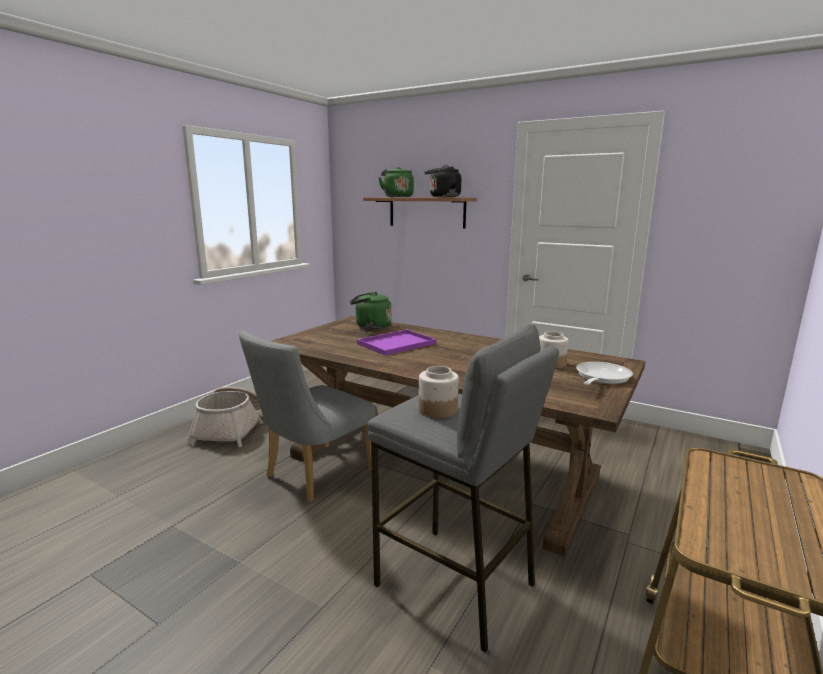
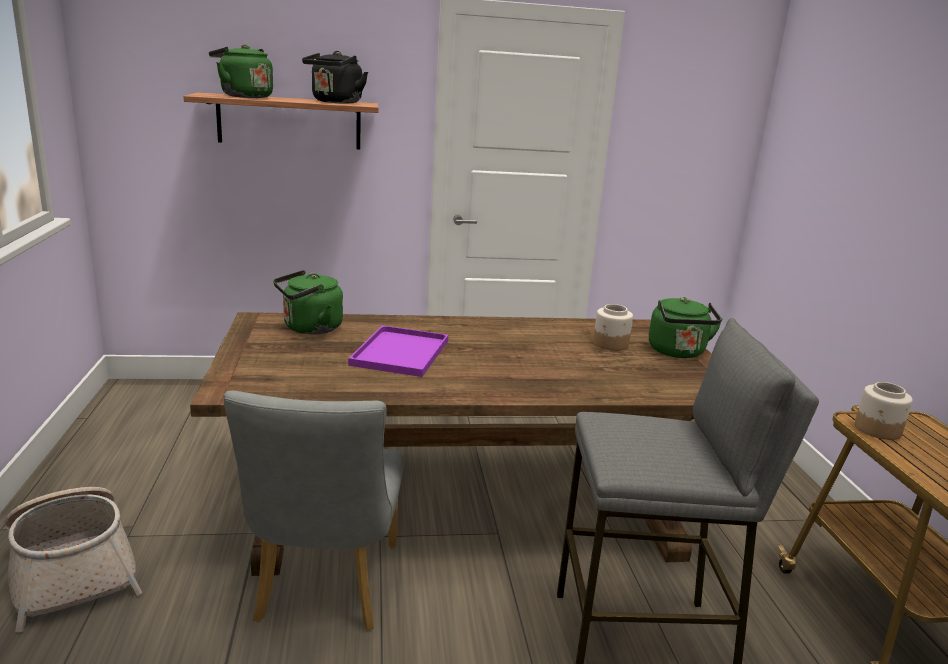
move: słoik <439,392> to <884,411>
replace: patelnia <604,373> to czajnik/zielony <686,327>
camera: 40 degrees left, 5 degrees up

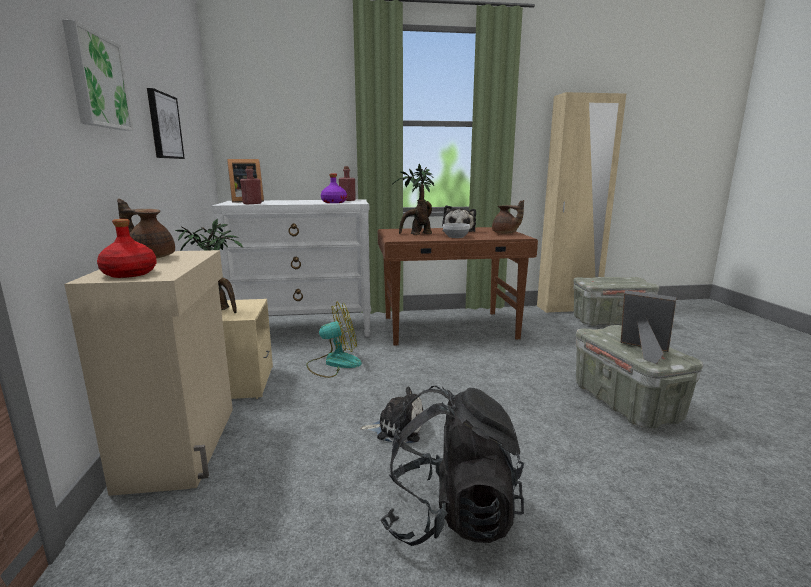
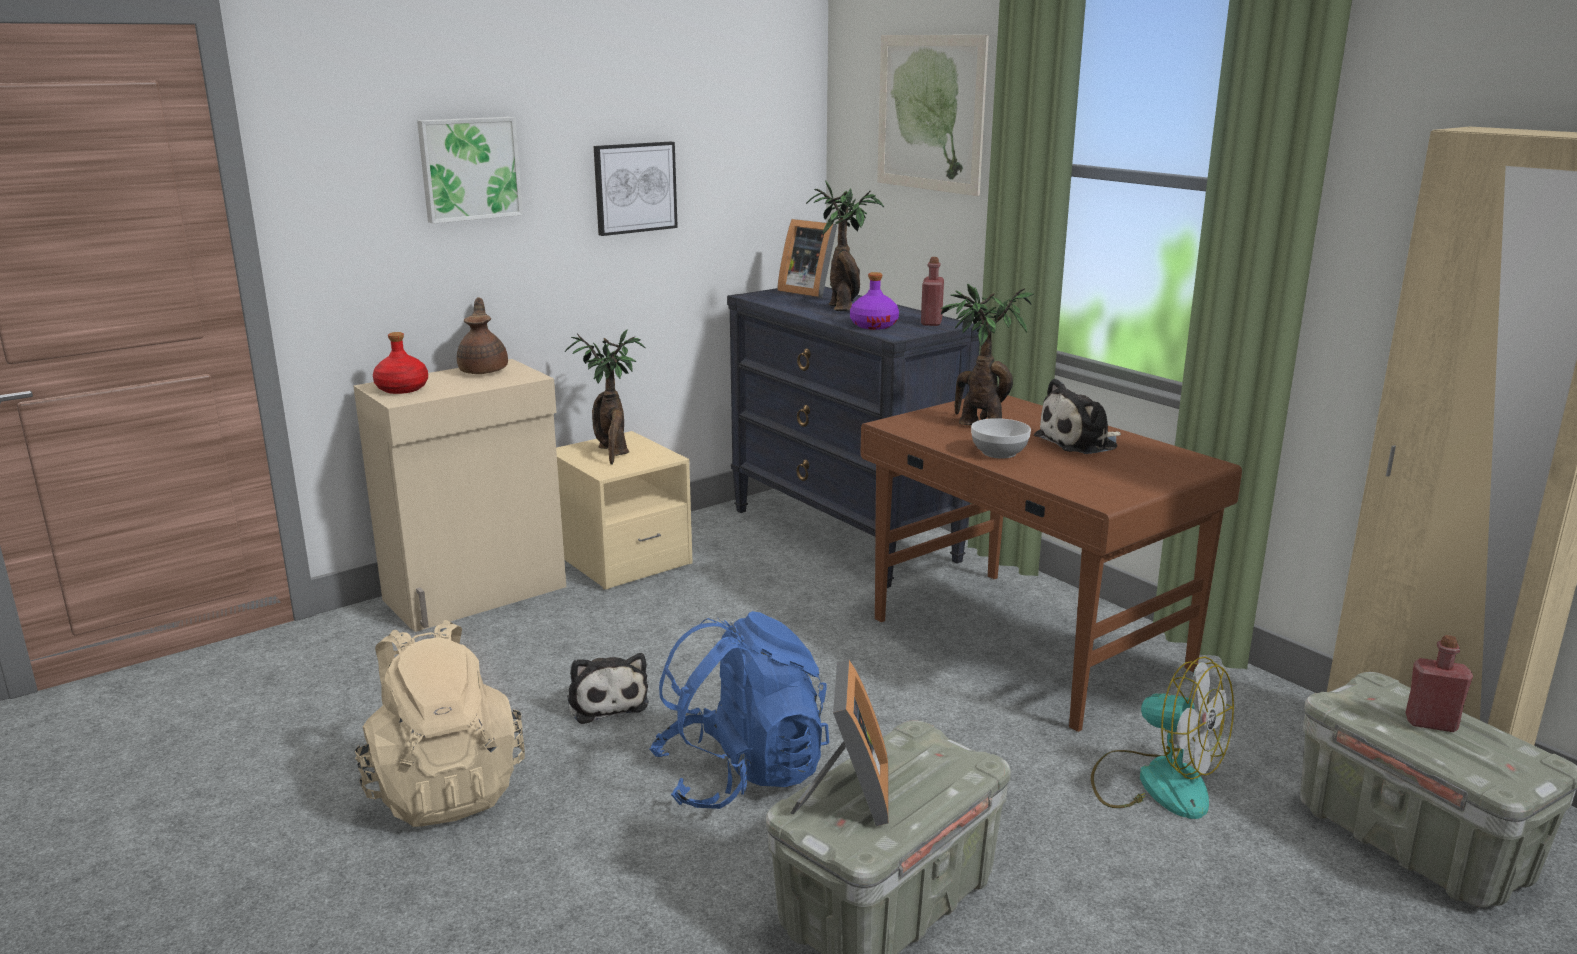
delete: imbryk/brązowy <508,217>
insert: plecak/niebieski <739,710>; roślina doniczkowa <845,246>; obraz <933,115>
move: butelka/czerwony <251,185> to <1439,683>; wentylator <334,340> to <1162,737>
recolor: komoda/biały <291,268> to komoda/czarny <854,437>; plecak/czarny <452,465> to plecak/beżowy <440,723>
camera: 60 degrees right, 5 degrees up

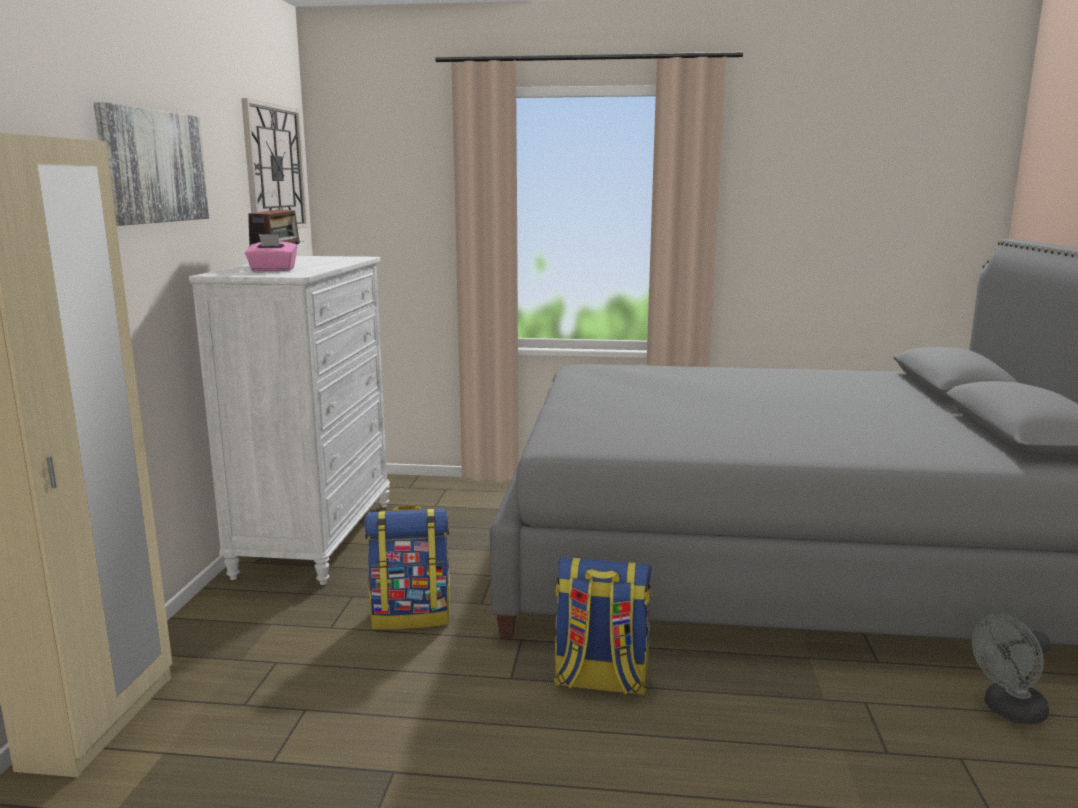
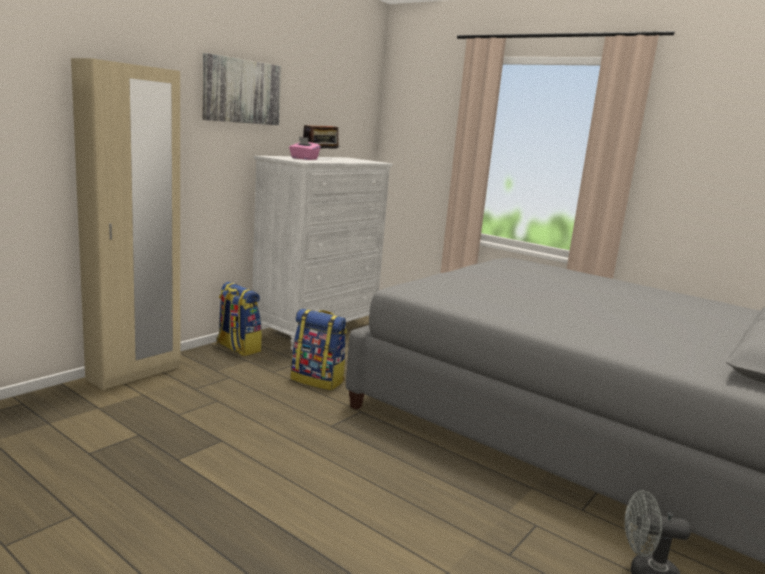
delete: zegar ścienny <274,163>
move: plecak <602,626> to <239,319>
camera: 30 degrees right, 0 degrees up

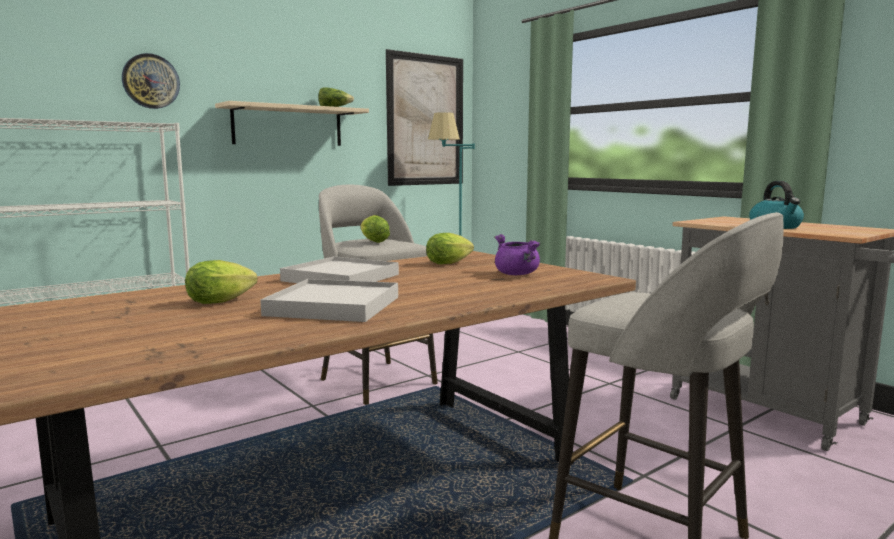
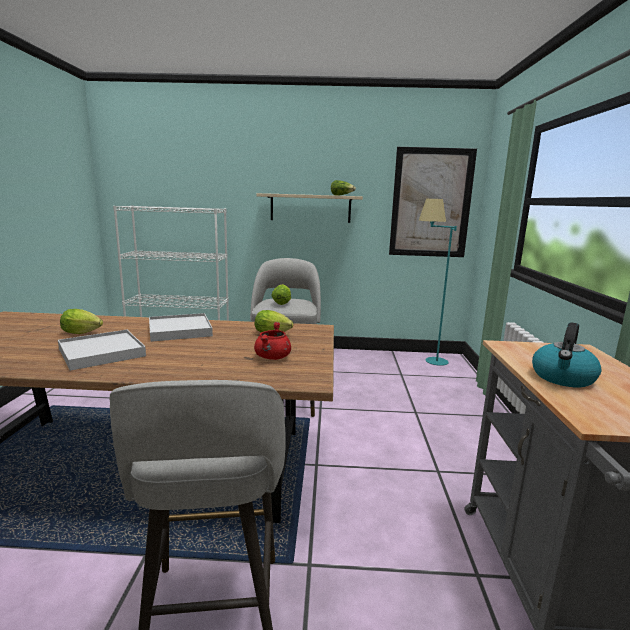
delete: zegar ścienny <151,81>
recolor: garnek/fioletowy <517,254> to garnek/czerwony <272,341>
camera: 40 degrees right, 5 degrees up

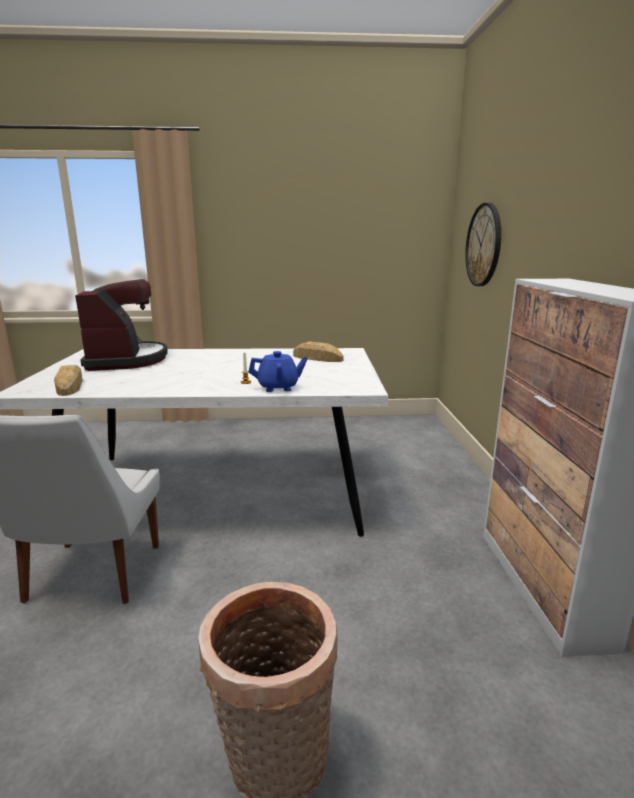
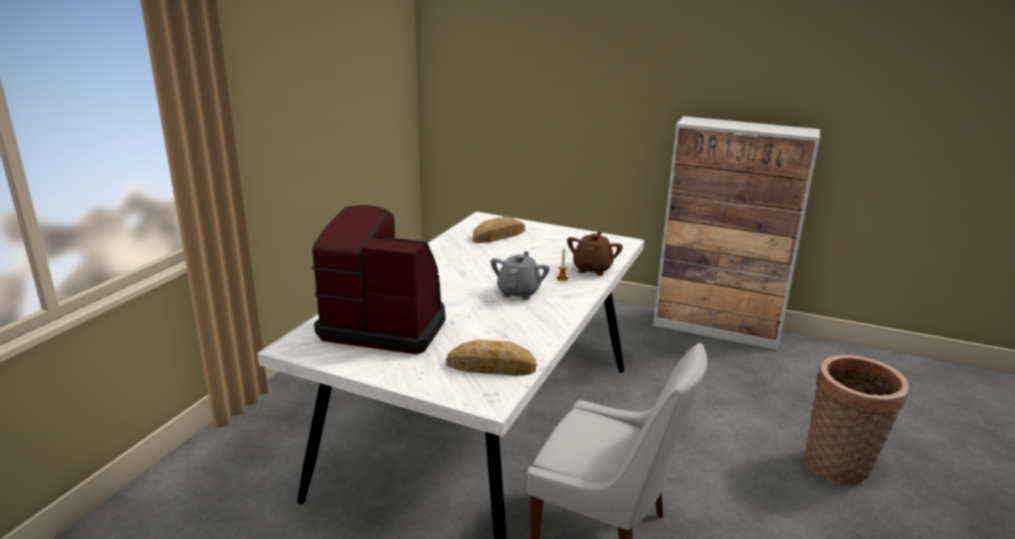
delete: zegar ścienny <483,244>
insert: imbryk/szary <520,275>
recolor: imbryk/niebieski <278,371> to imbryk/brązowy <595,254>
camera: 65 degrees left, 5 degrees up

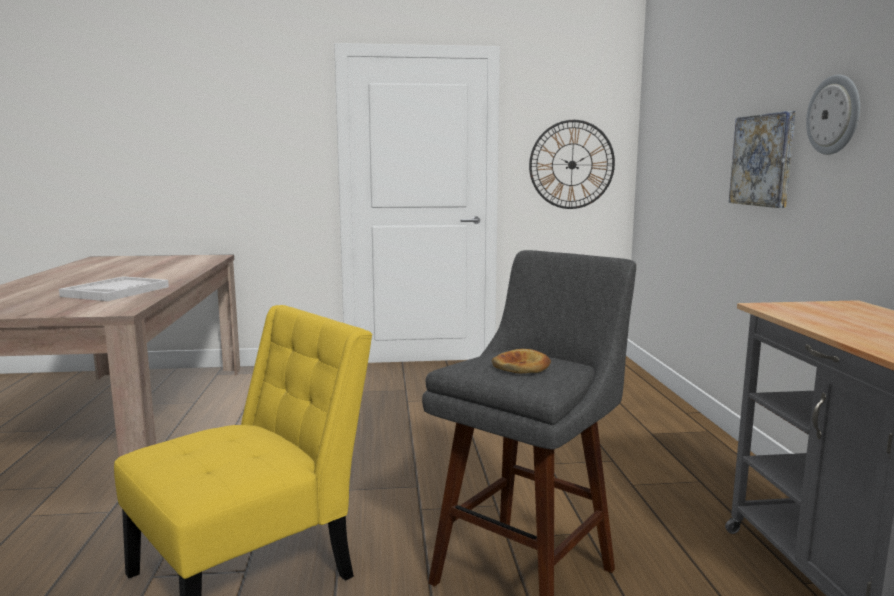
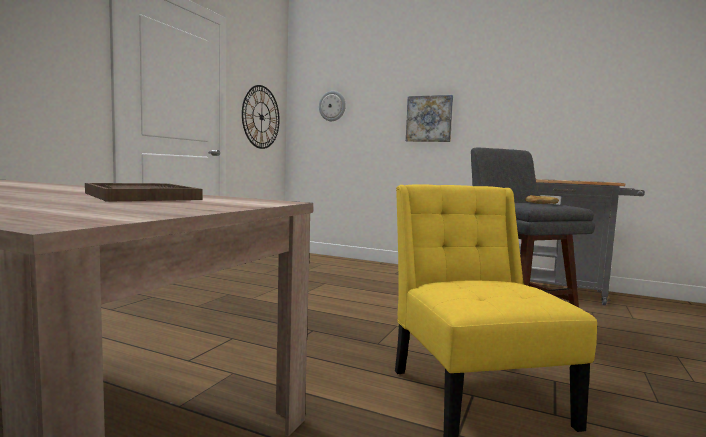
move: zegar ścienny <833,115> to <332,106>
recolor: taca/biały <114,288> to taca/brązowy <143,192>
camera: 60 degrees left, 5 degrees down

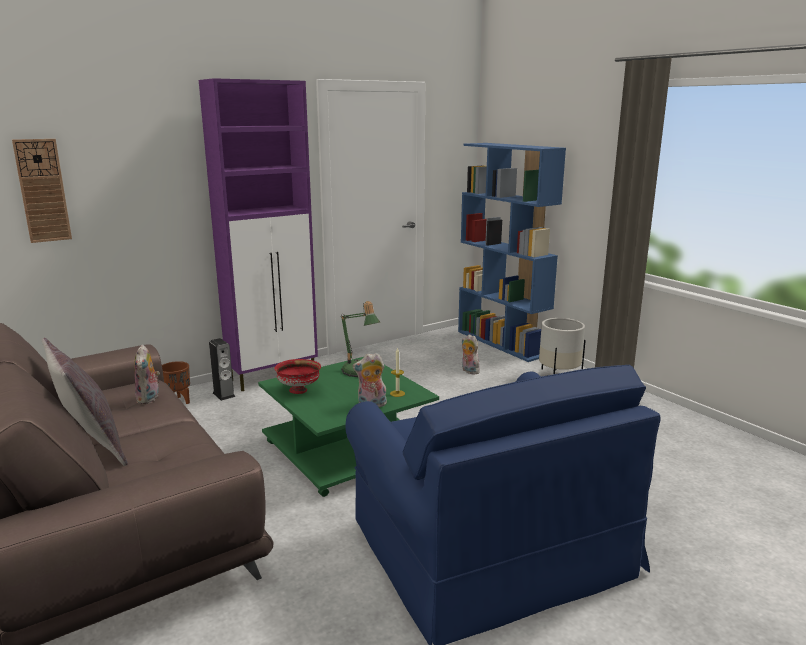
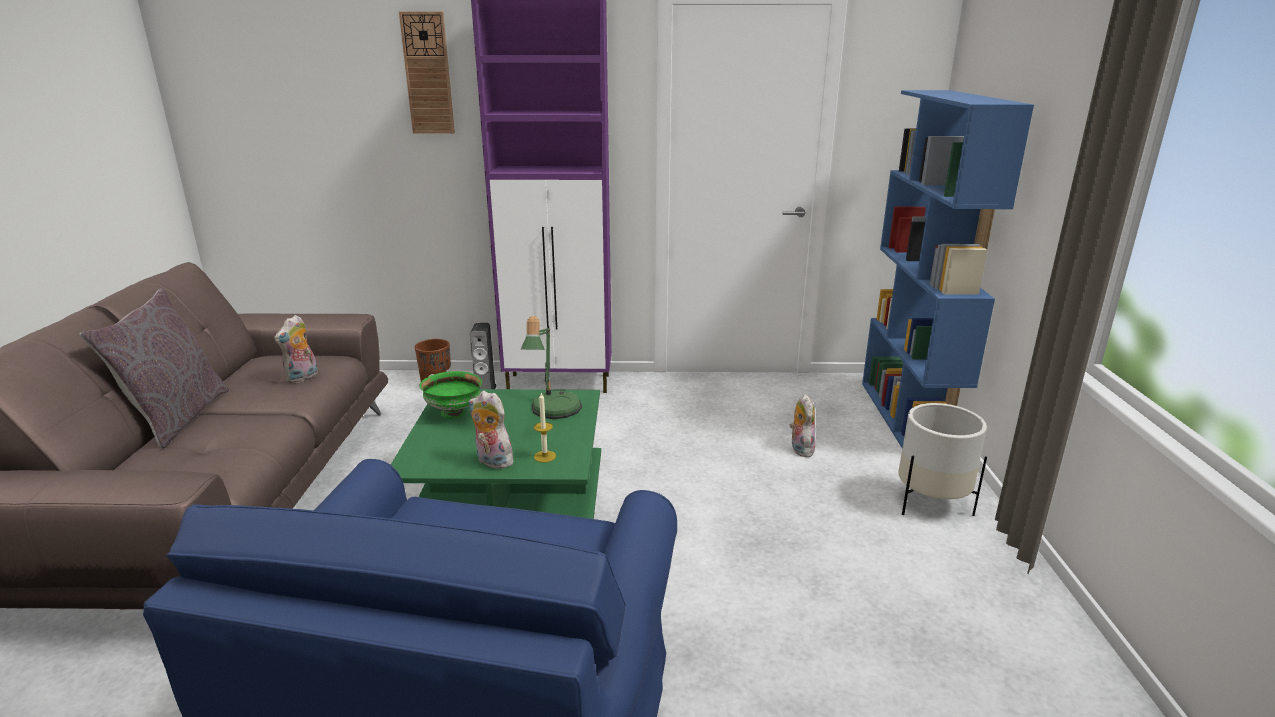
move: zegar ścienny <42,191> to <427,72>
recolor: miska/czerwony <297,376> to miska/zielony <451,395>
camera: 35 degrees right, 5 degrees up

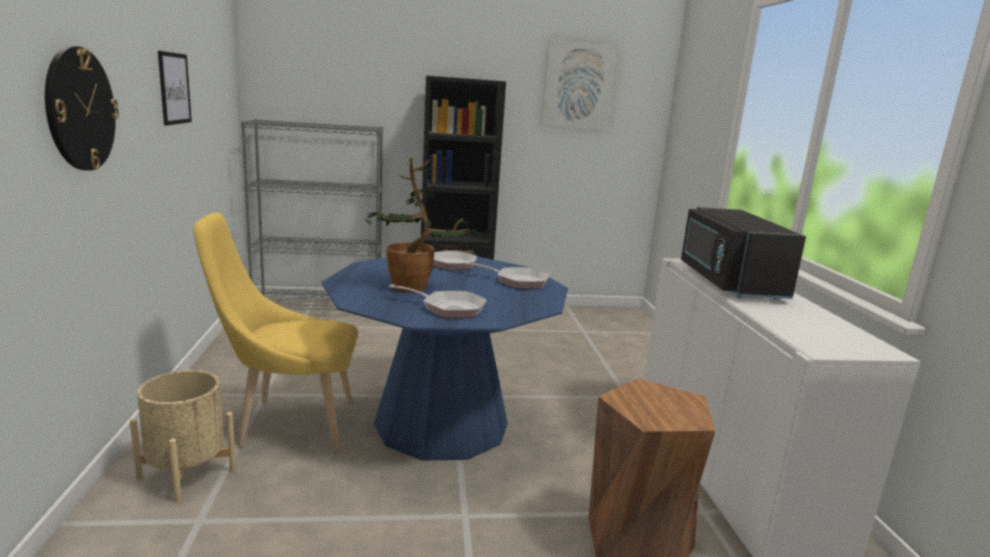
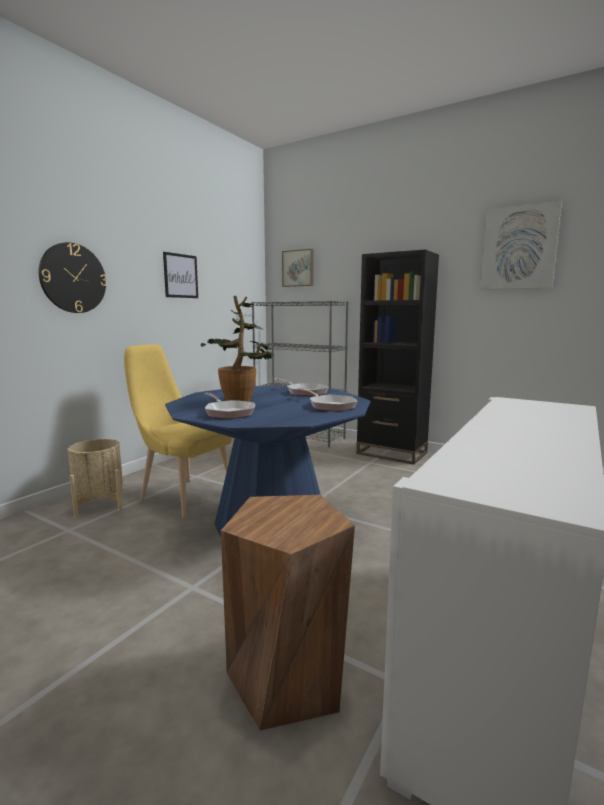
delete: mikrofalówka/czarny <743,253>
insert: obraz <298,268>
camera: 40 degrees right, 5 degrees down

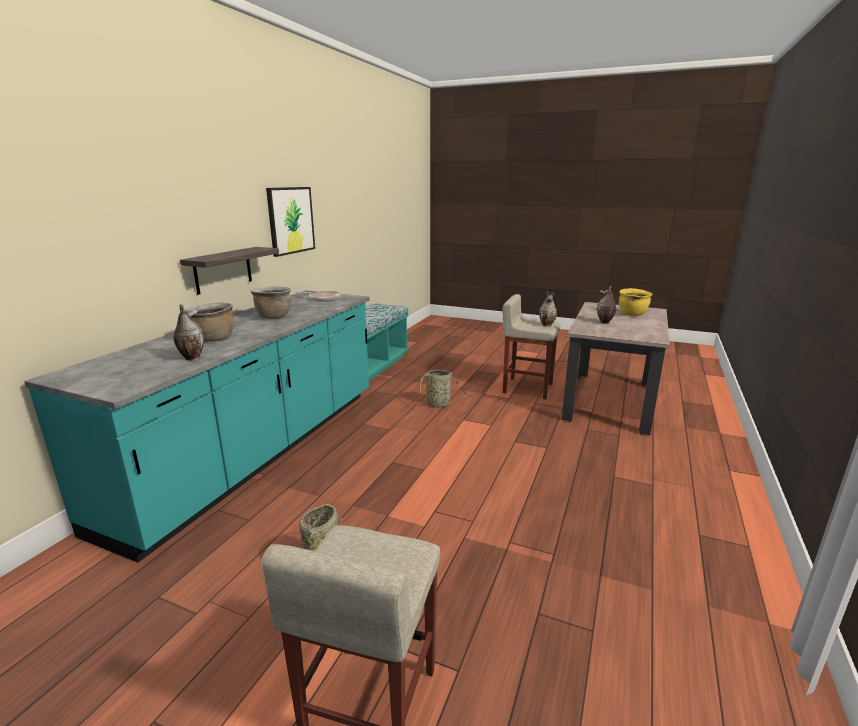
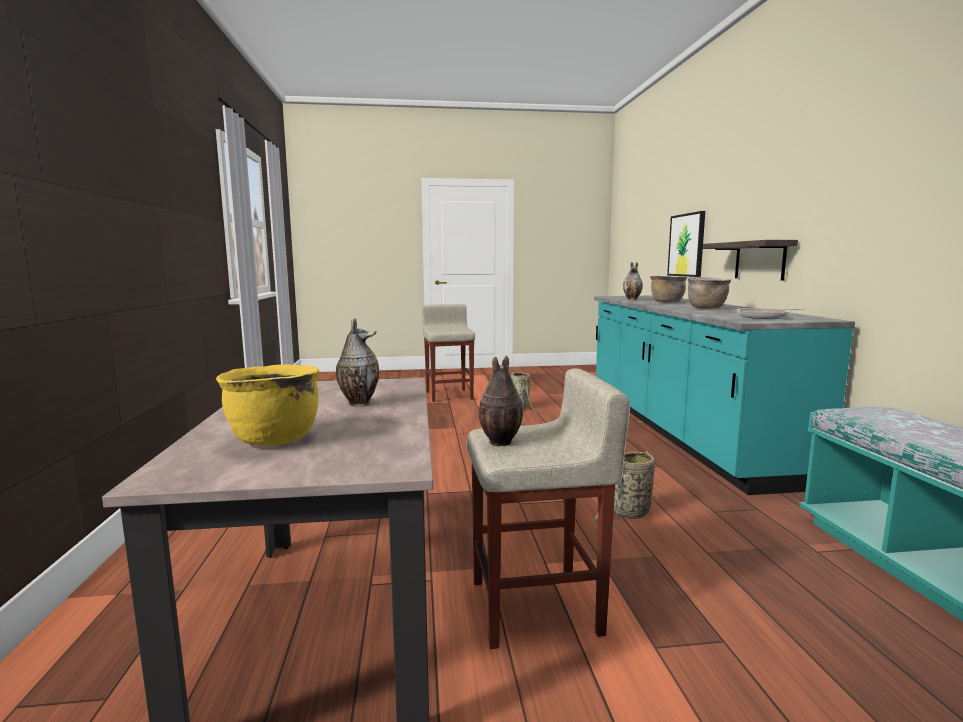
move: obraz <290,222> to <686,244>
camera: 150 degrees right, 10 degrees down

